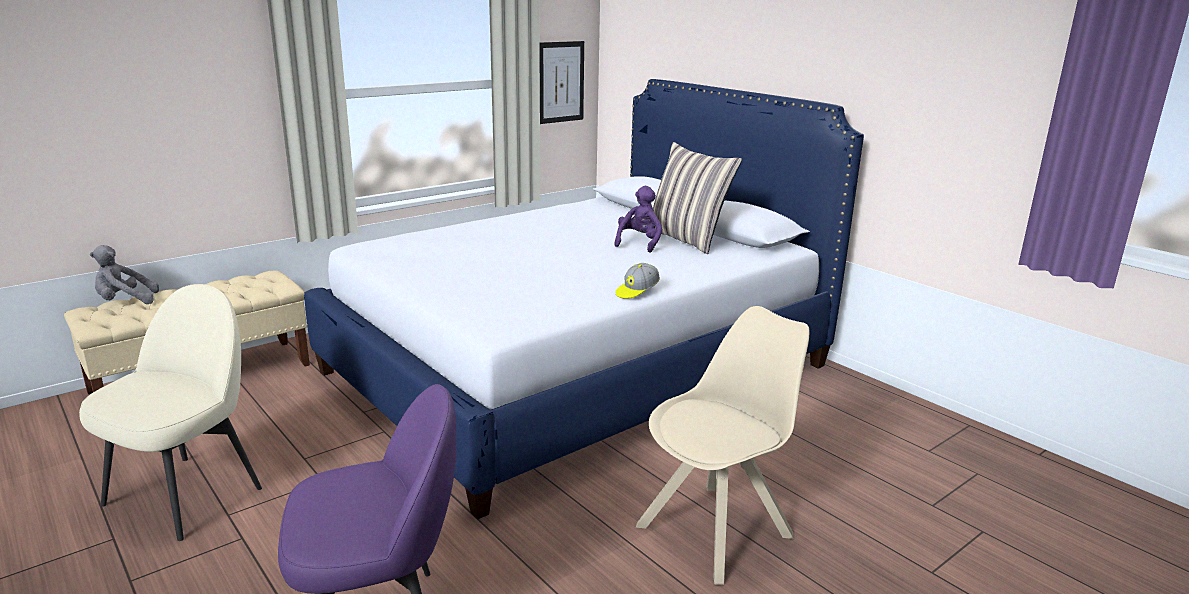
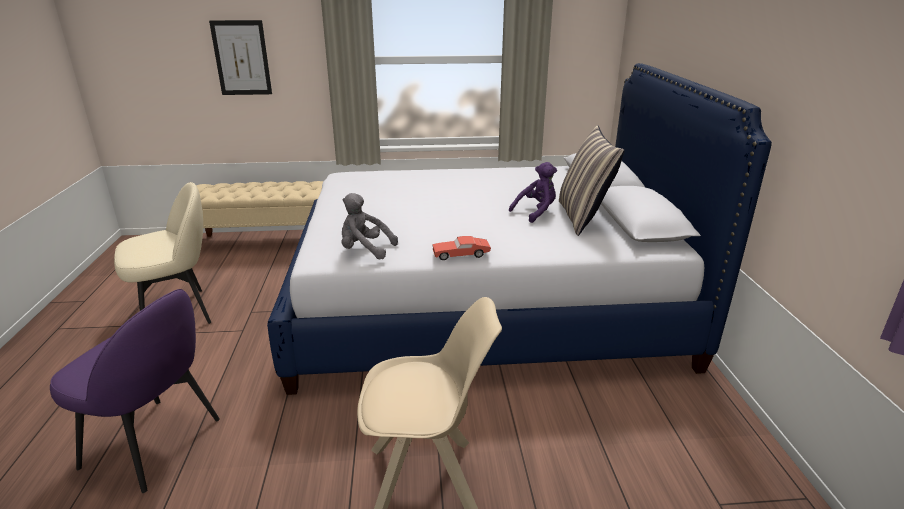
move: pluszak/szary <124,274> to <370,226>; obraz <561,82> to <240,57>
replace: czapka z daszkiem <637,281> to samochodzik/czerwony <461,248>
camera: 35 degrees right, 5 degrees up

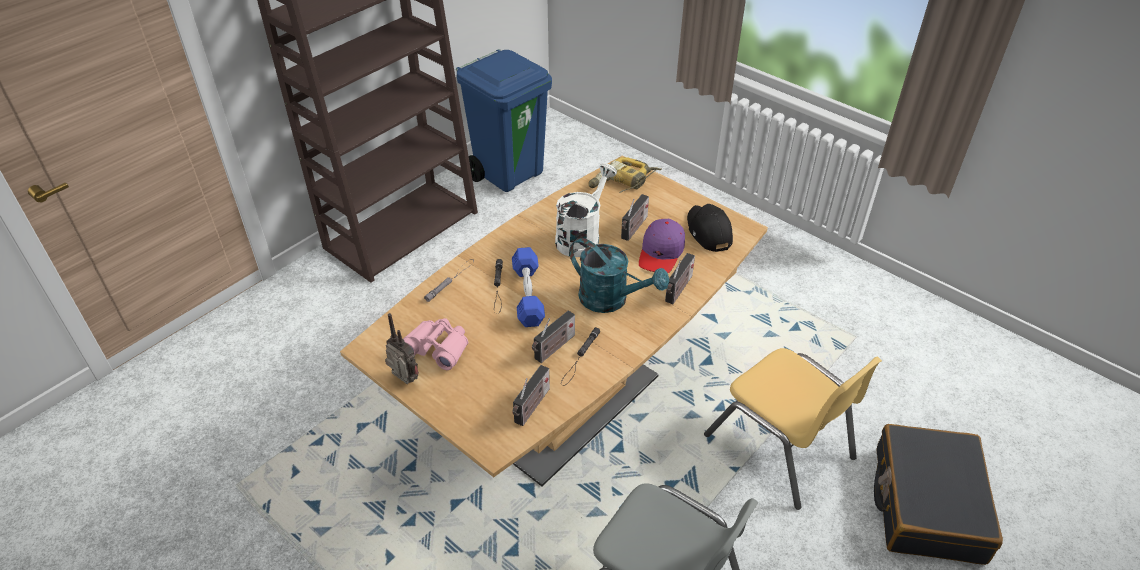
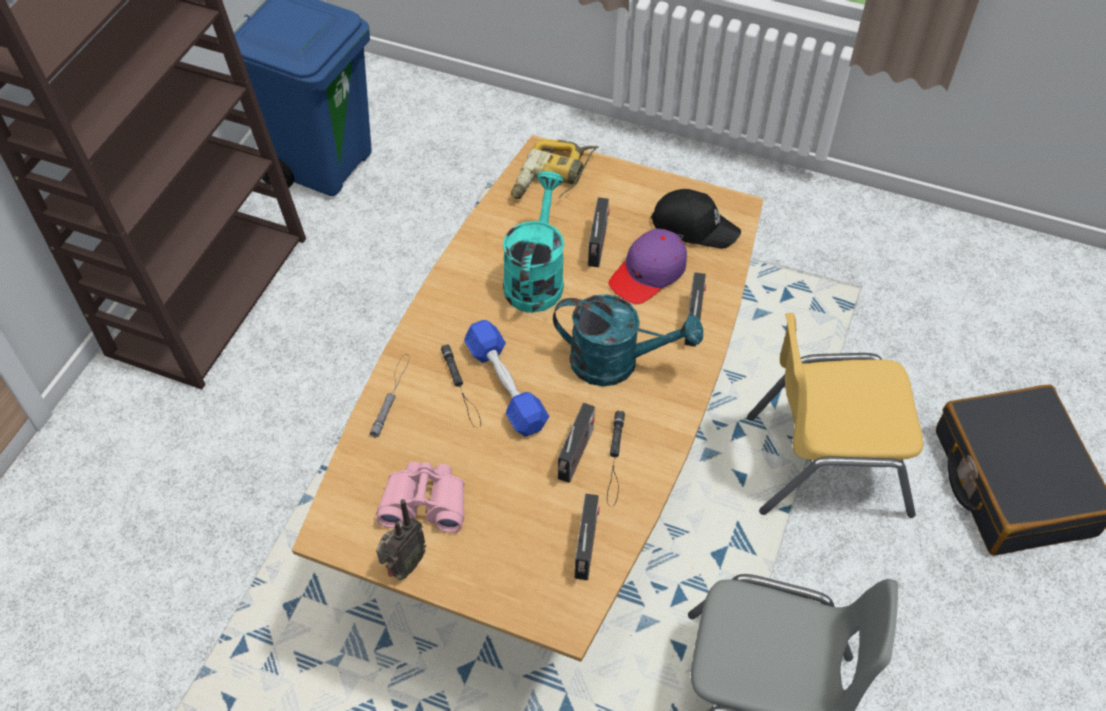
recolor: konewka/biały <586,210> to konewka/turkusowy <533,242>
rotate: radio <402,348> = <401,539> 105 degrees clockwise; czapka z daszkiem/fioletowy <662,246> = <648,266> 45 degrees clockwise; czapka z daszkiem/czarny <710,228> = <696,219> 150 degrees clockwise; krzesło/żółty <793,429> = <835,415> 150 degrees clockwise
camera: 20 degrees left, 10 degrees up

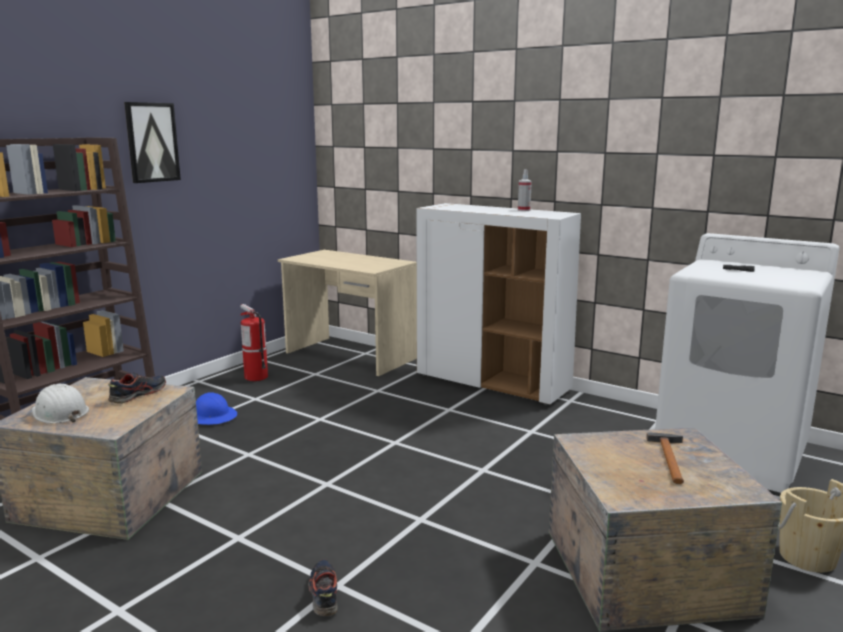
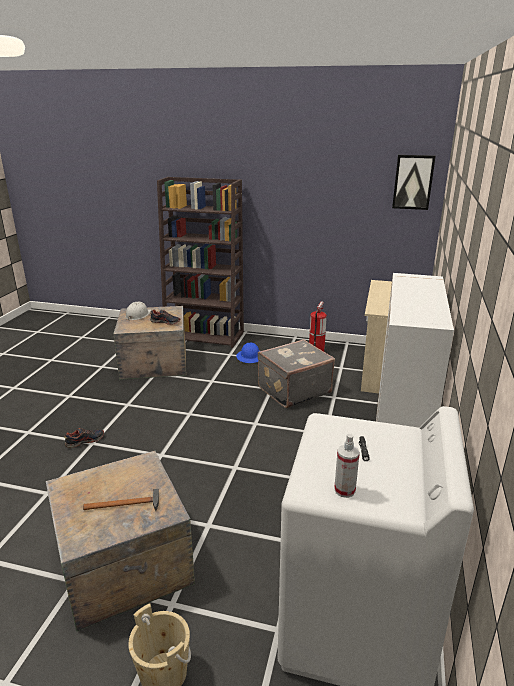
insert: walizka/szary <296,373>
move: obraz <152,142> to <414,182>; spryskiwacz <525,190> to <347,466>
camera: 70 degrees right, 10 degrees up

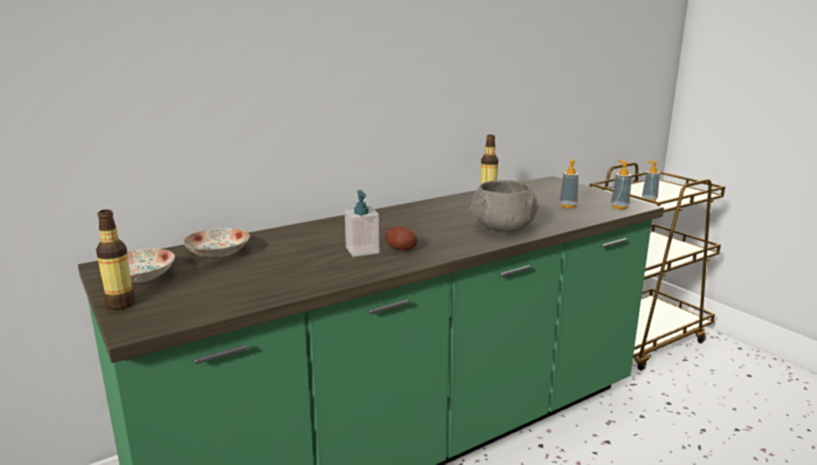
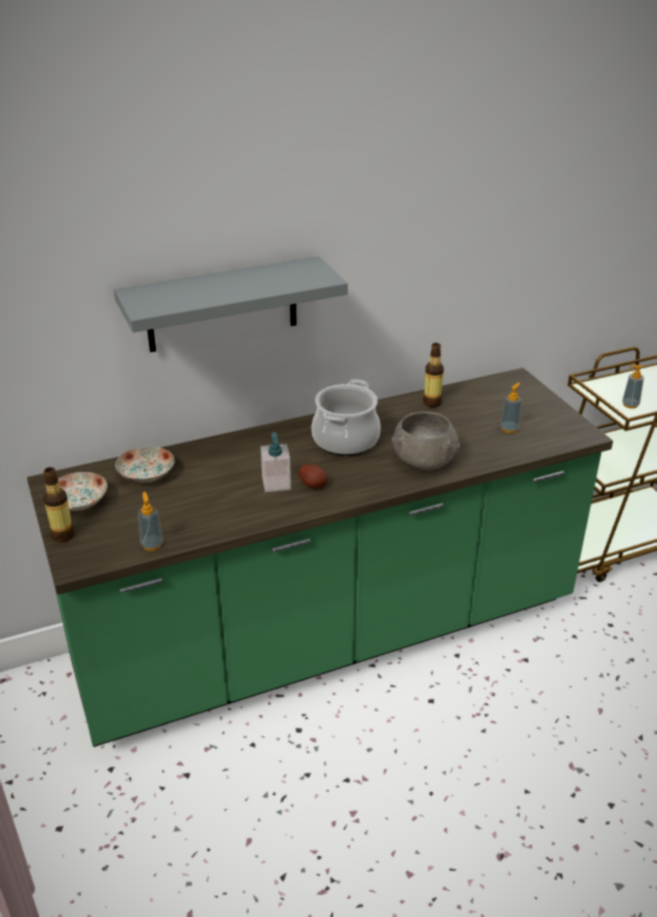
insert: półka/szary <231,304>; garnek <346,418>
move: dozownik mydła <621,184> to <150,521>
camera: 10 degrees right, 15 degrees up

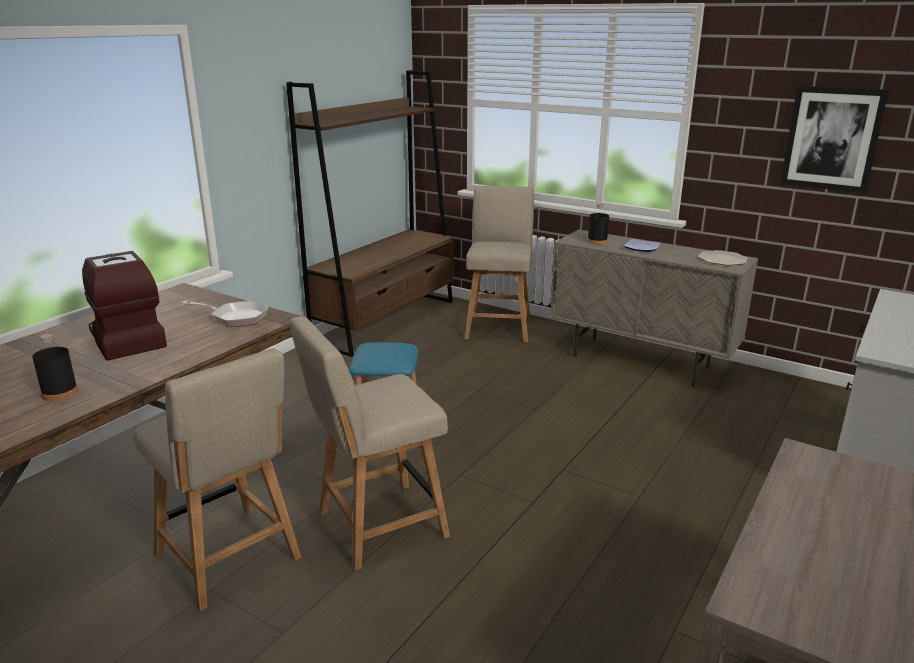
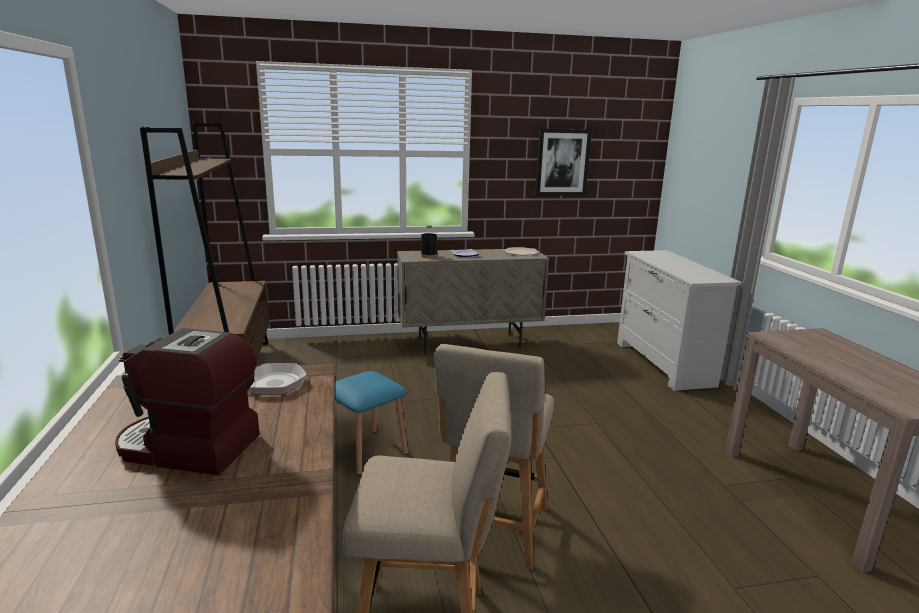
delete: butelka/czarny <55,367>; krzesło/beżowy <499,264>
camera: 45 degrees left, 5 degrees down

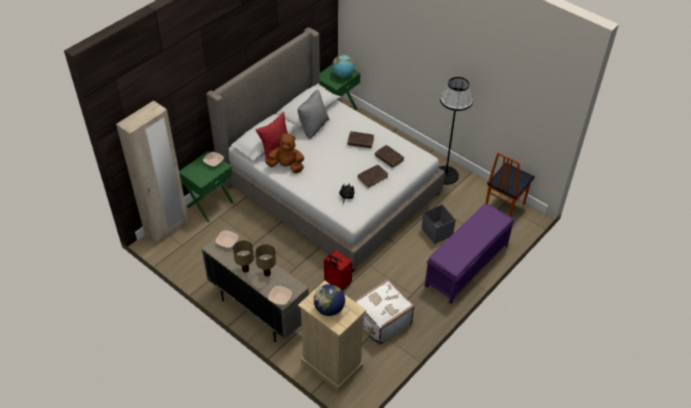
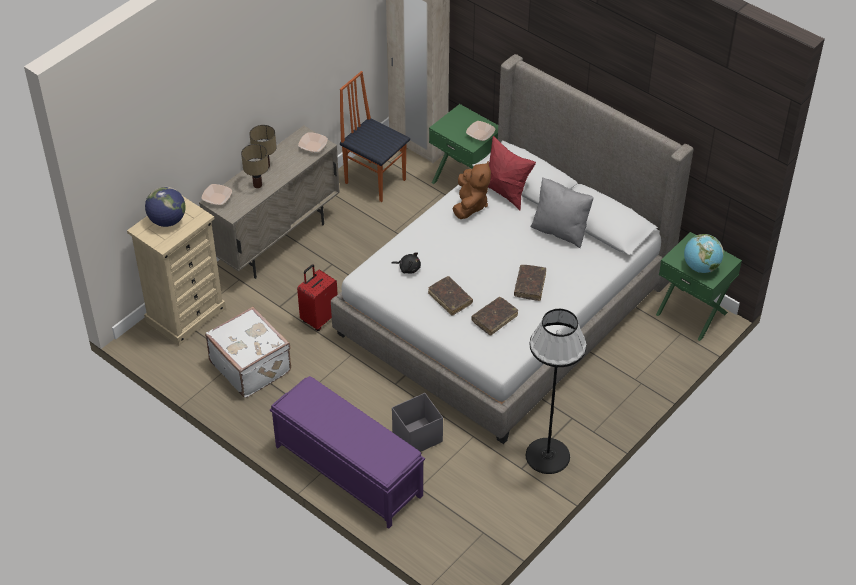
move: krzesło <510,184> to <375,136>
camera: 90 degrees right, 0 degrees up

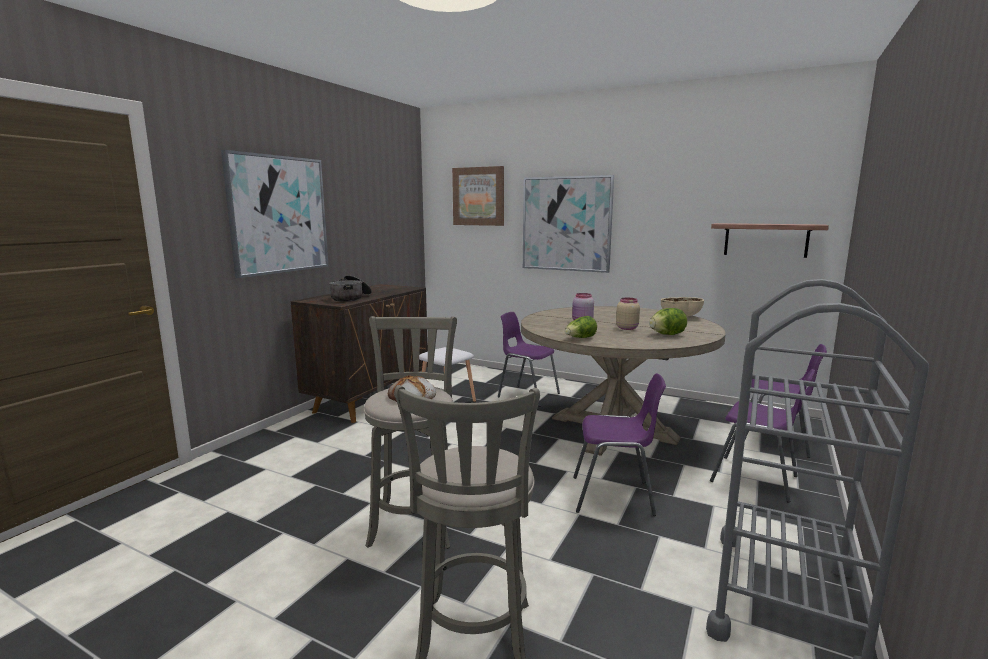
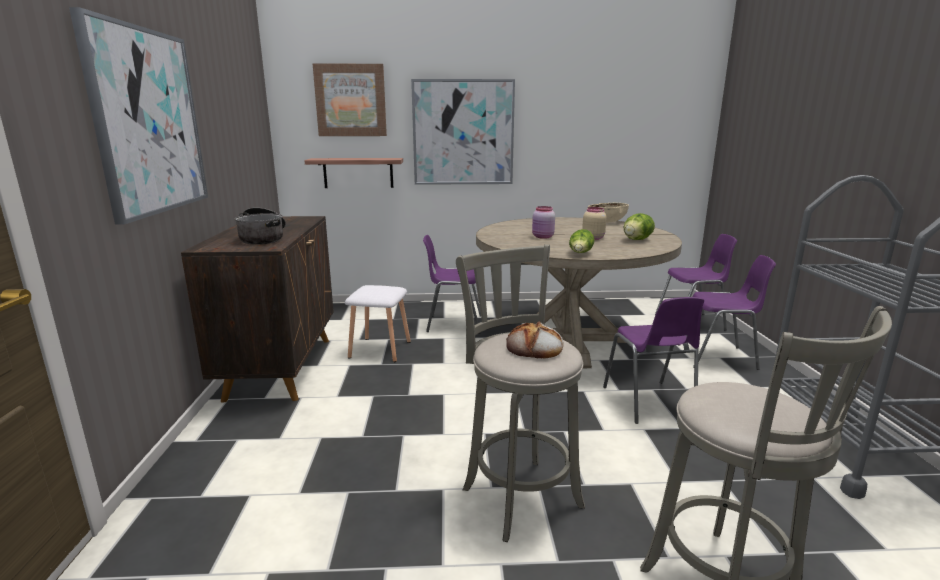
move: półka <770,240> to <353,173>
rotate: krzesło/fioletowy <619,444> = <653,360> 105 degrees clockwise
camera: 30 degrees left, 5 degrees up

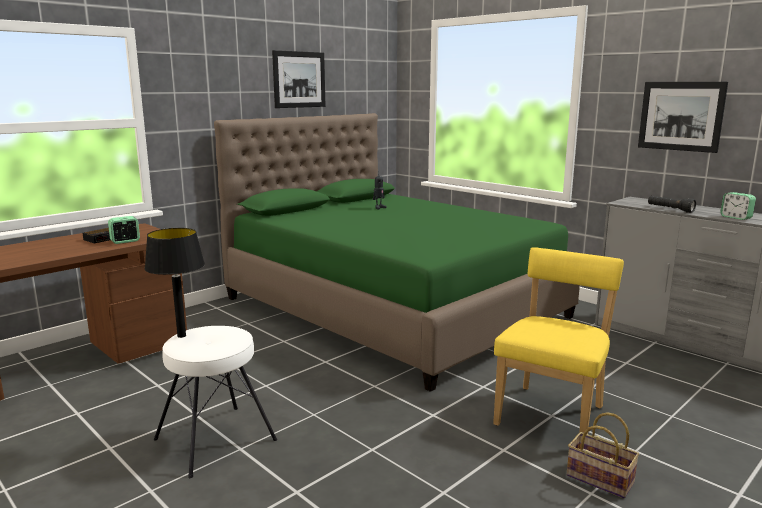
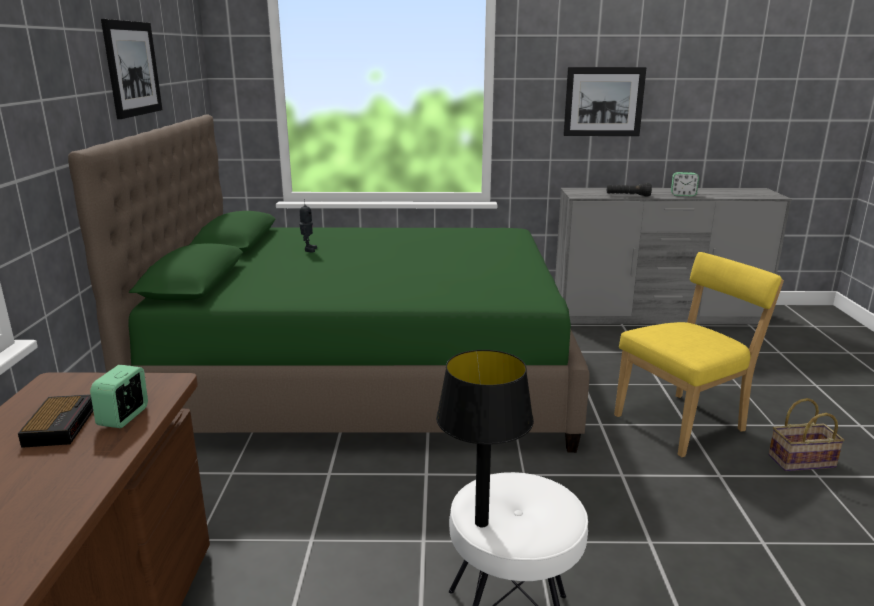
rotate: krzesło/żółty <558,340> = <699,354> 75 degrees clockwise
camera: 45 degrees left, 5 degrees up

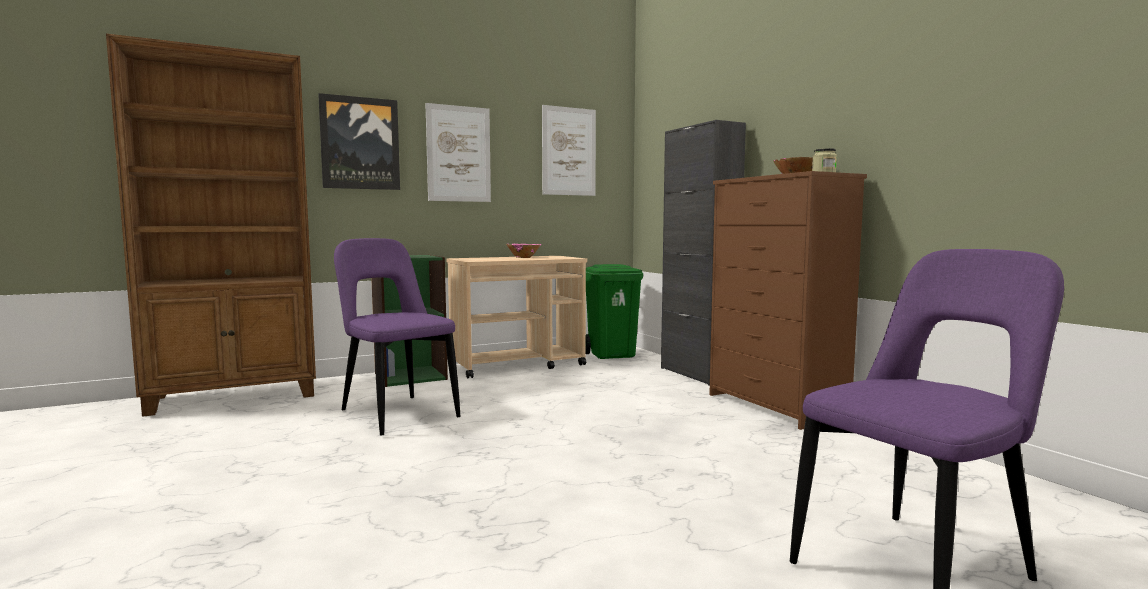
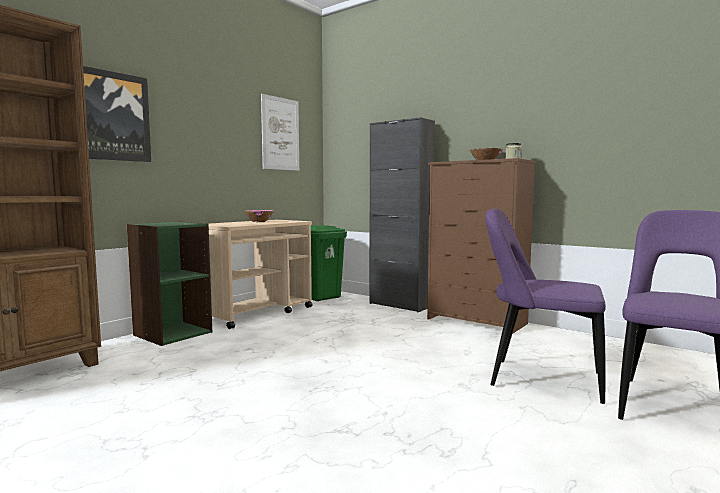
delete: obraz <458,152>
move: krzesło/fioletowy <397,336> to <546,306>
camera: 25 degrees left, 0 degrees up

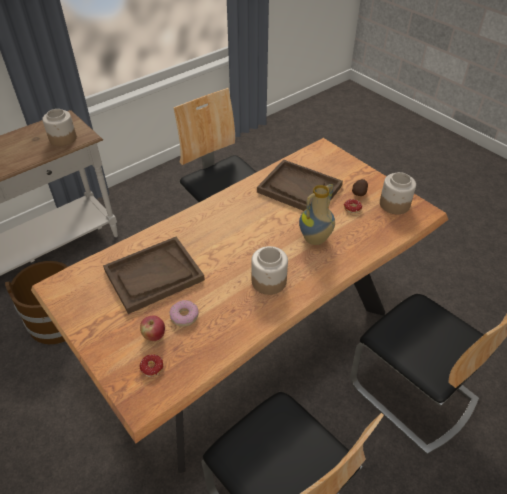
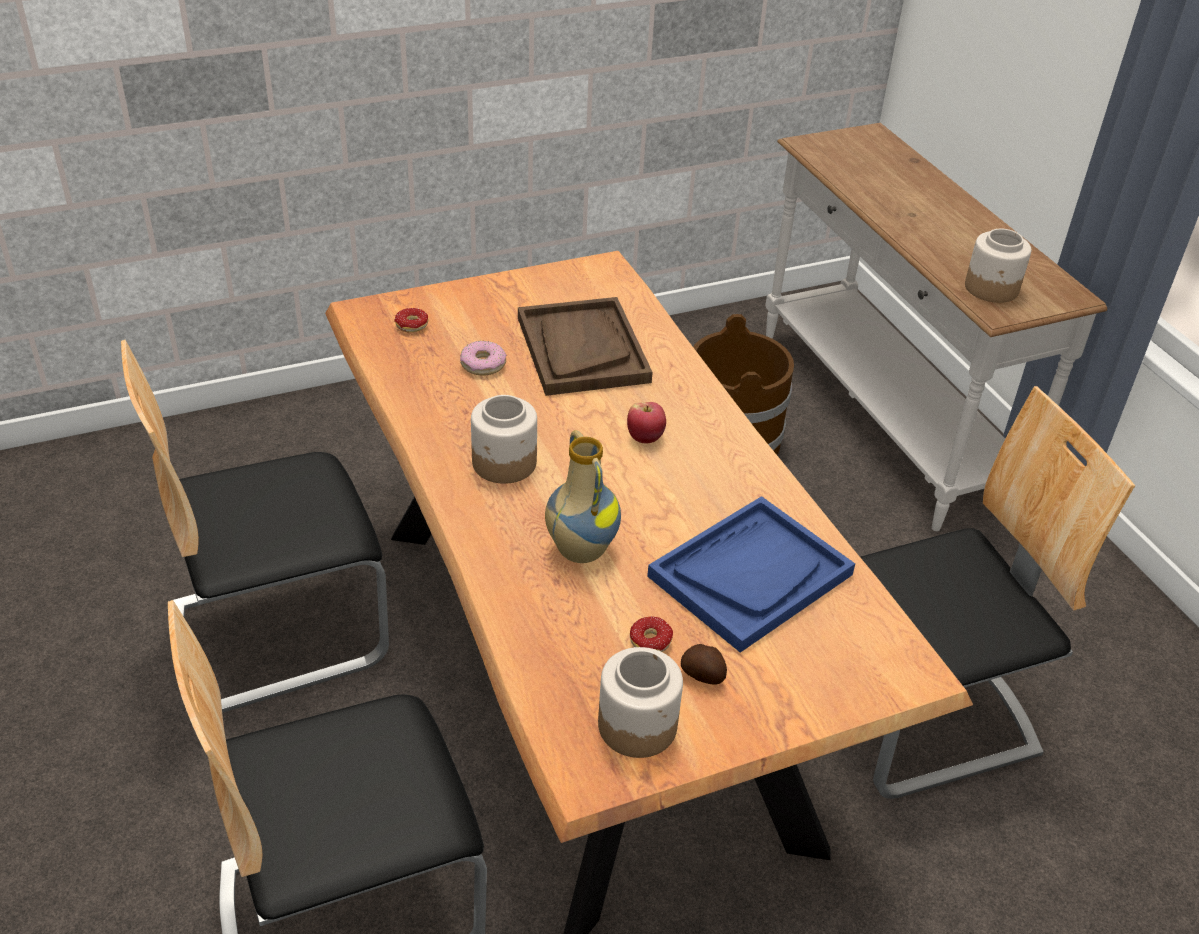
move: jabłko <152,328> to <646,423>
recolor: taca/brązowy <300,185> to taca/niebieski <751,574>
camera: 105 degrees right, 5 degrees down

